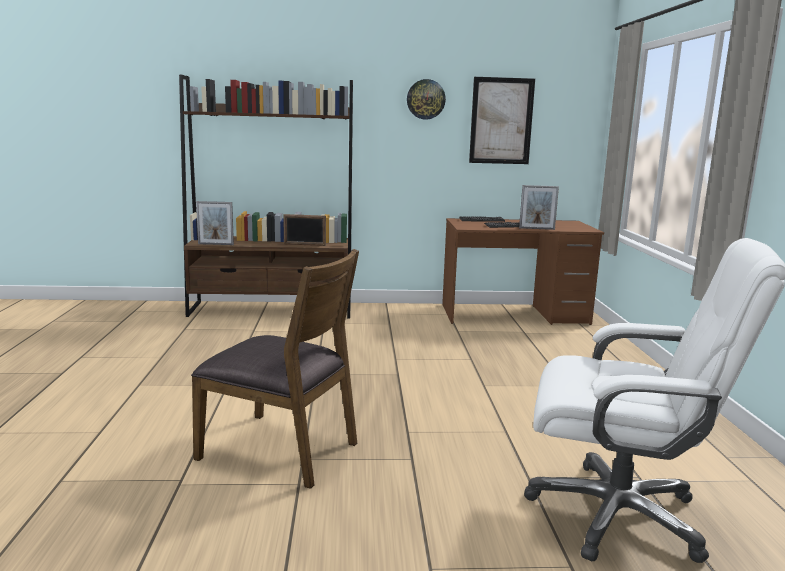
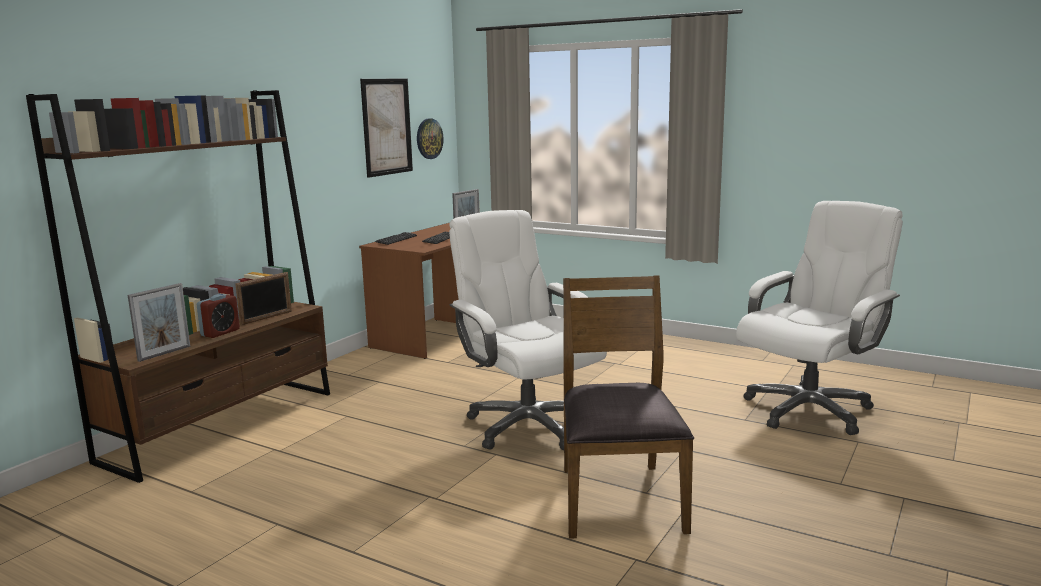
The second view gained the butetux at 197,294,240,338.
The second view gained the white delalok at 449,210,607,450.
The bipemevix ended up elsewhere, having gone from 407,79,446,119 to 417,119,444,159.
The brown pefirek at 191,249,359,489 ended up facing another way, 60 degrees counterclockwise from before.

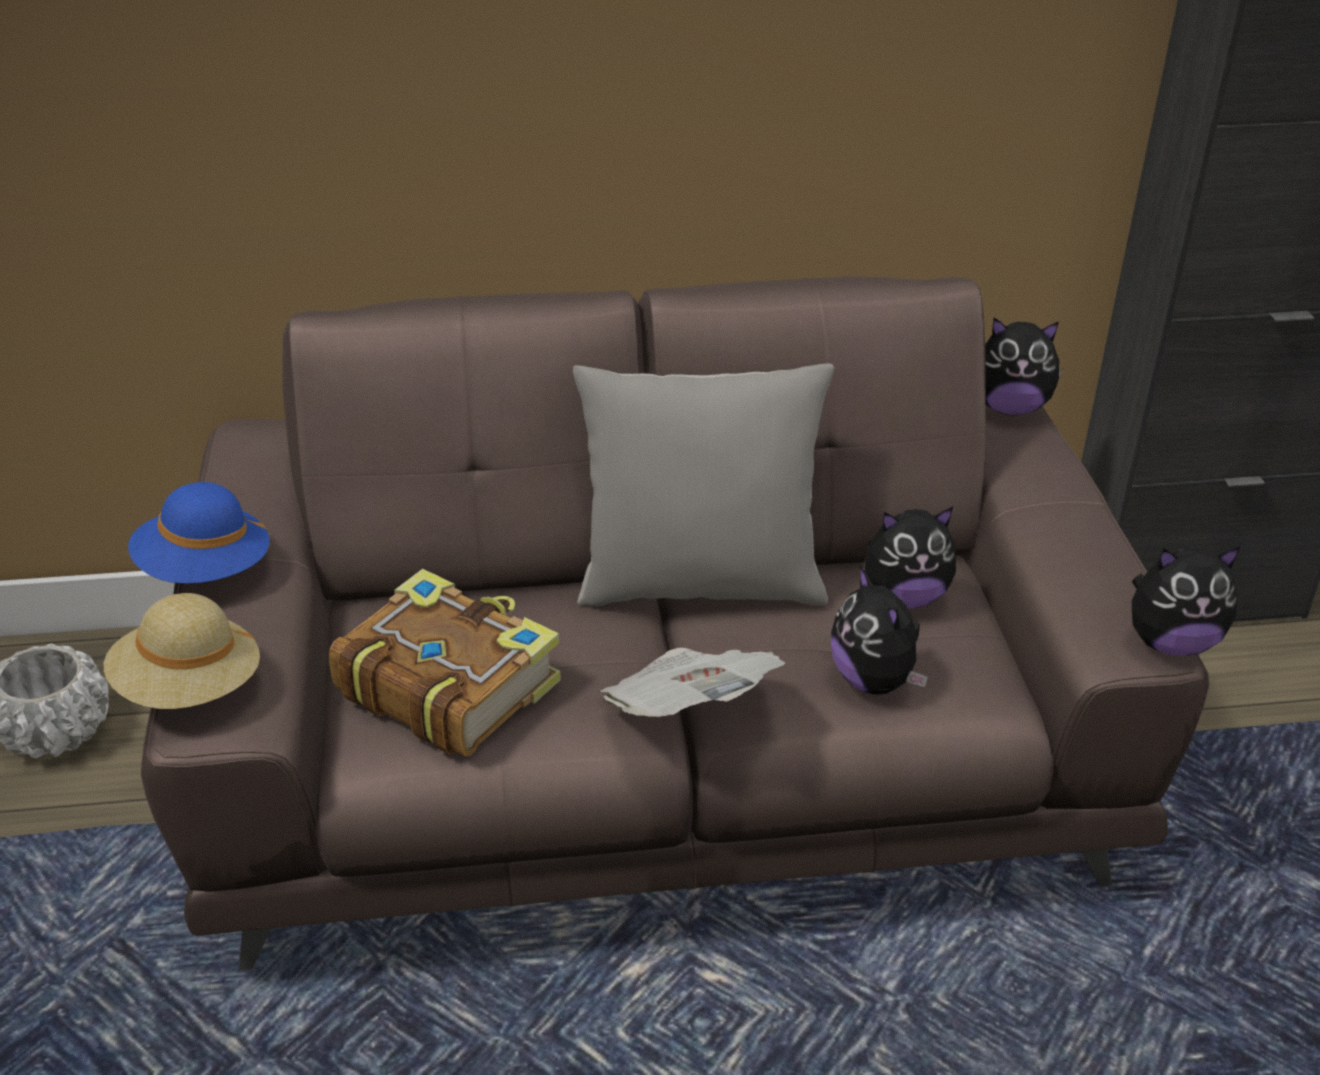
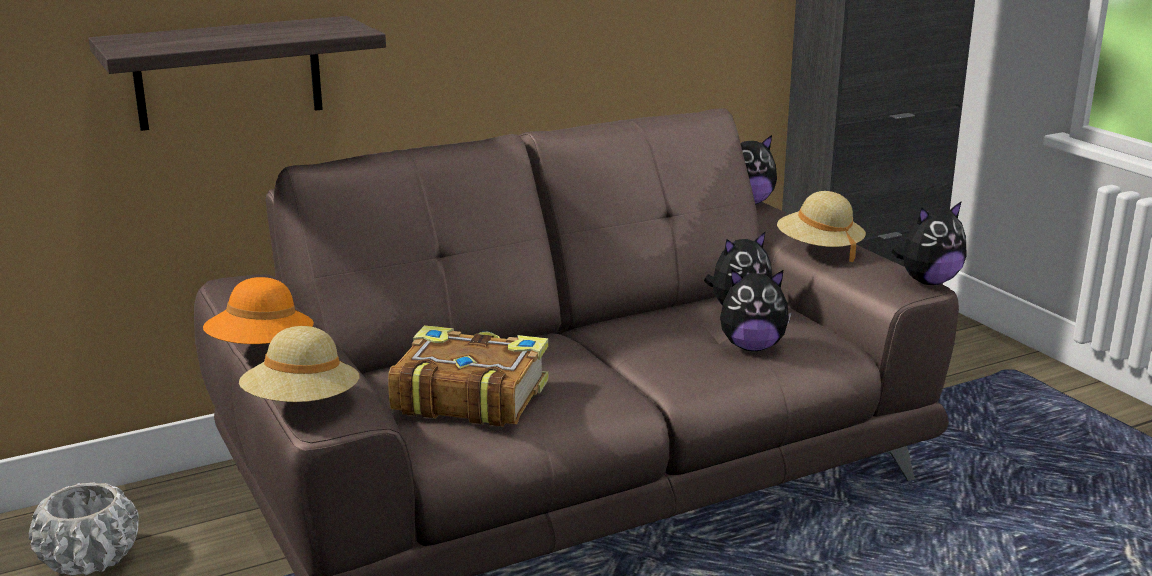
The second view lost the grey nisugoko at 573,364,834,606.
The second view lost the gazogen at 600,647,786,717.
The second view gained the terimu at 88,16,386,131.
The second view gained the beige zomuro at 777,191,866,262.
What was the blue zomuro at 128,482,271,584 turned into the orange zomuro at 203,277,314,344.
The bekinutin at 831,565,928,695 ended up facing another way, 45 degrees counterclockwise from before.

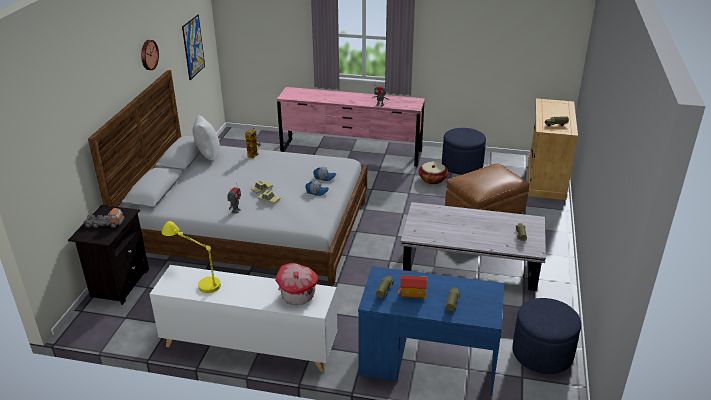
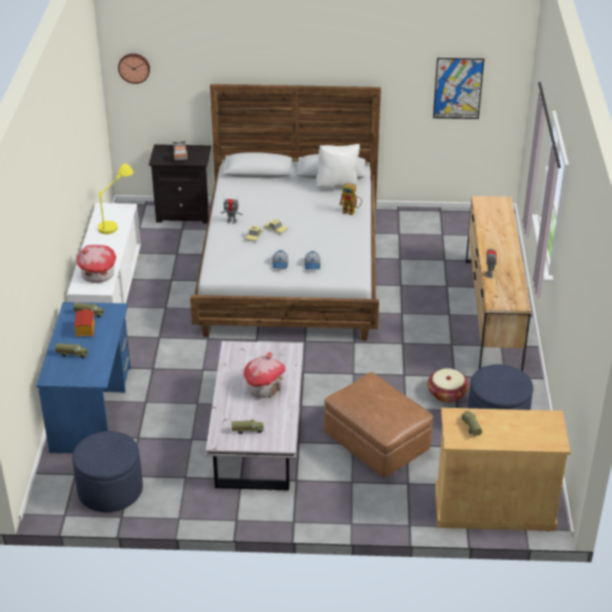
The second view gained the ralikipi at 244,352,286,398.
The bipemevix ended up elsewhere, having gone from 141,40,159,70 to 118,53,150,84.
What was the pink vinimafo at 277,87,425,166 turned into the brown vinimafo at 466,196,531,371.

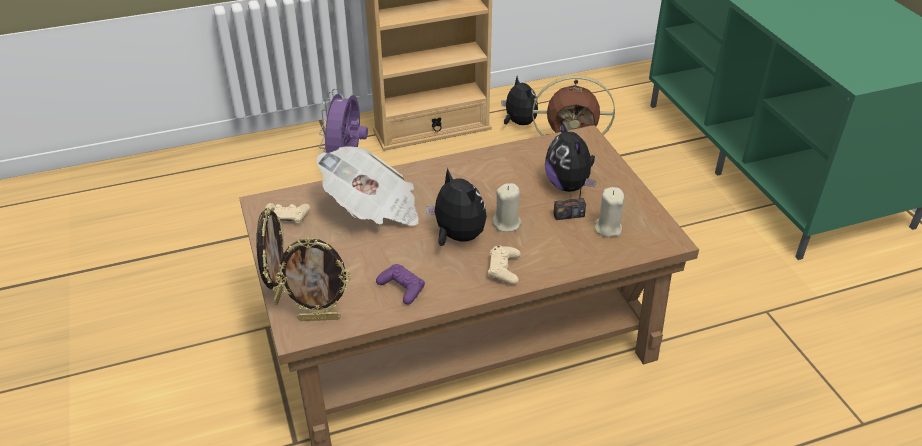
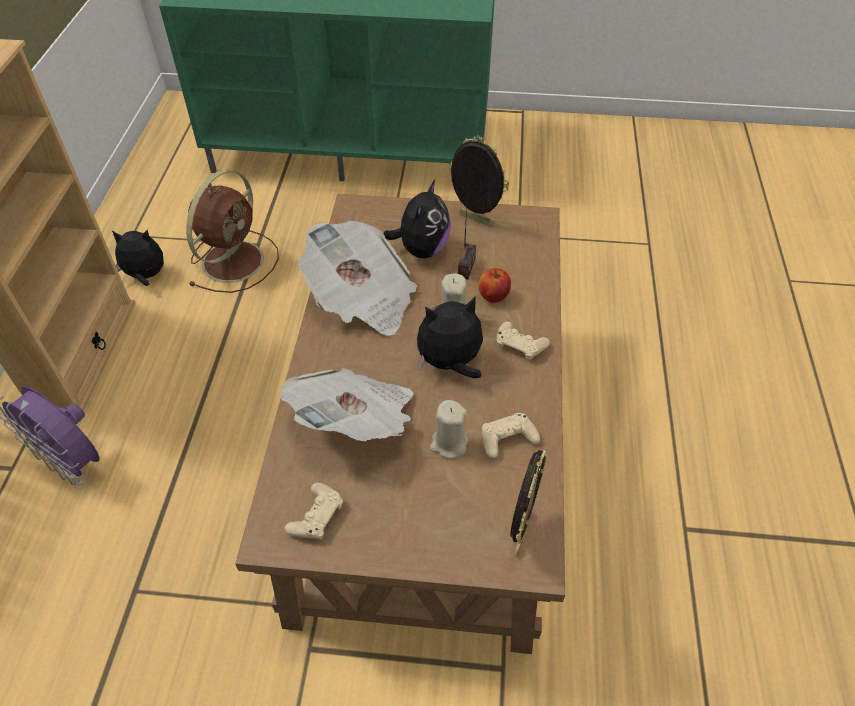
The second view gained the gazogen at 298,221,417,336.
The second view gained the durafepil at 478,268,511,303.
The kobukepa ended up elsewhere, having gone from 256,205,284,305 to 449,136,509,226.
The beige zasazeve ended up elsewhere, having gone from 595,187,624,237 to 430,400,468,459.
What was the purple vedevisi at 376,264,425,305 turned into the beige vedevisi at 481,413,540,459.
The bekinutin at 545,121,596,192 ended up facing another way, 75 degrees counterclockwise from before.

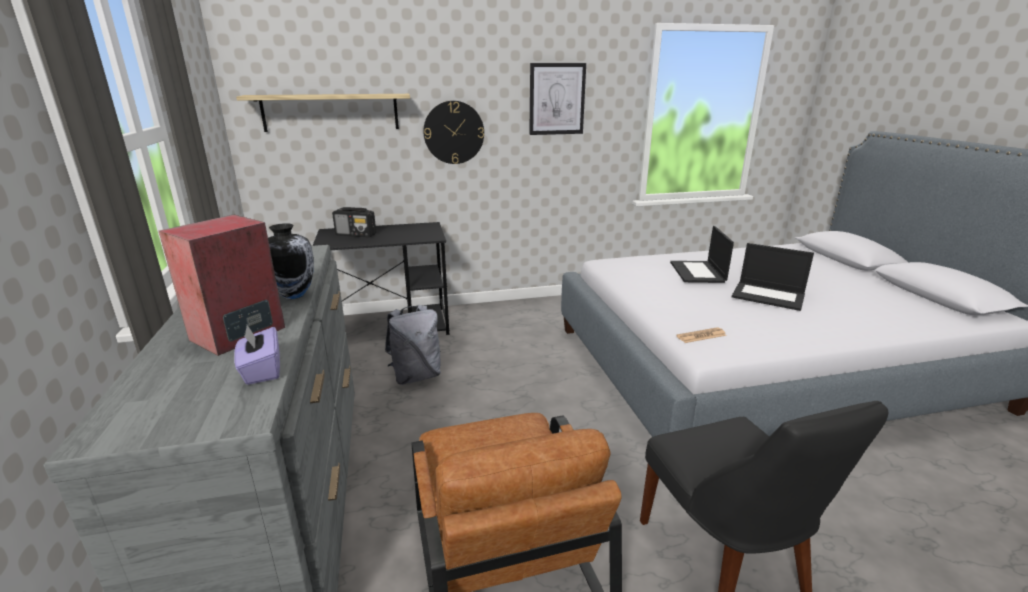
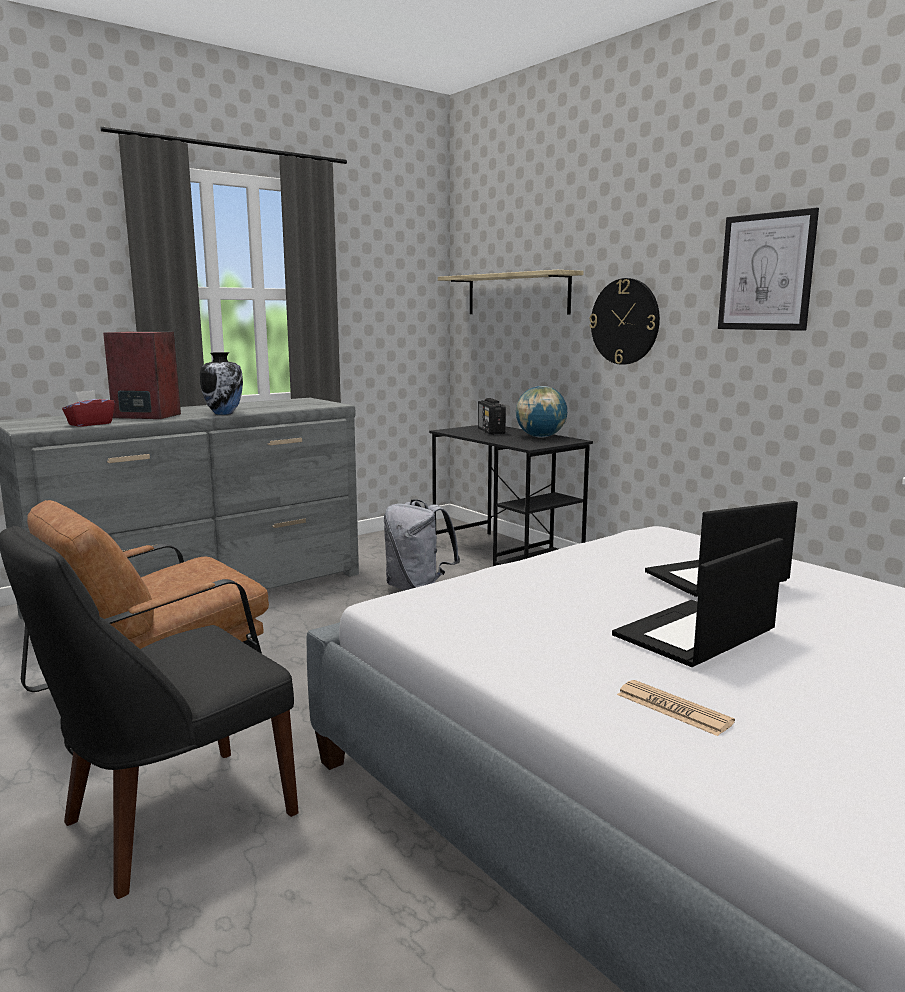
The second view gained the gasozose at 516,386,567,438.
The gazogen ended up elsewhere, having gone from 676,327,727,343 to 617,680,735,736.
What was the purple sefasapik at 234,325,280,385 turned into the red sefasapik at 62,390,115,427.
The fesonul at 732,243,814,311 ended up facing another way, 45 degrees clockwise from before.

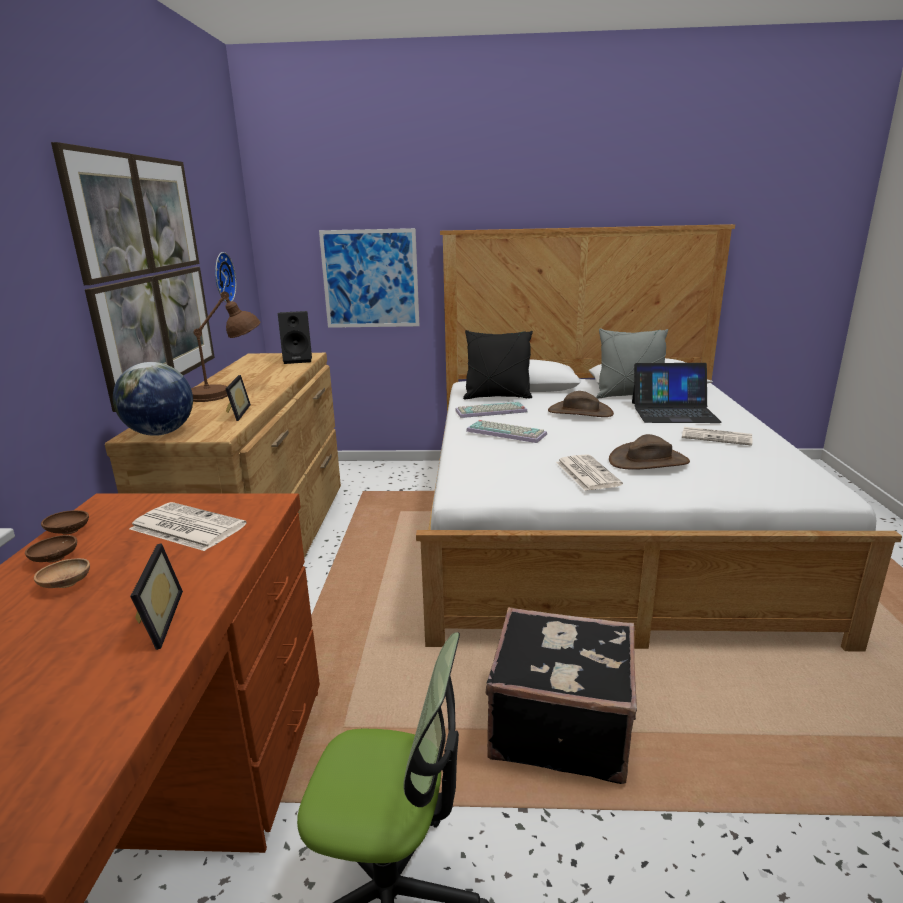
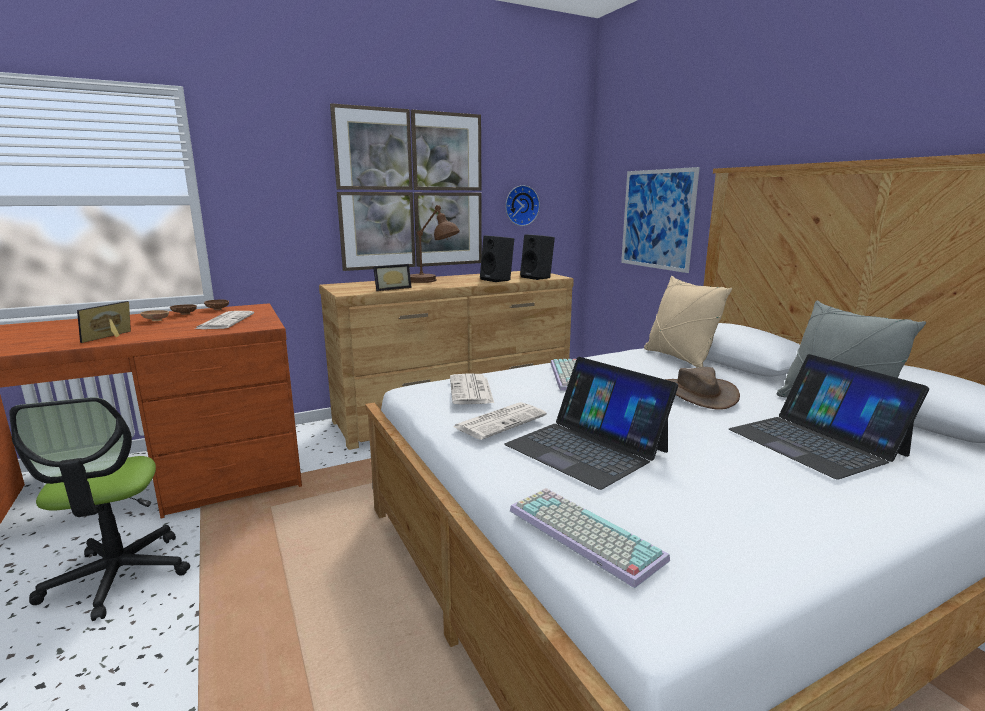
The second view lost the gasozose at 113,362,193,436.
The second view lost the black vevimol at 486,607,637,784.
The second view gained the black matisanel at 480,235,514,282.
The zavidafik ended up elsewhere, having gone from 455,402,527,418 to 510,488,670,588.
The gazogen ended up elsewhere, having gone from 682,427,752,446 to 450,373,494,404.
Where the brown zomuro stood at 609,434,690,470, the fesonul came to stand at 504,357,678,490.
What was the black nisugoko at 463,330,533,399 turned into the beige nisugoko at 644,276,732,368.
The kobukepa at 130,543,183,650 ended up facing another way, 150 degrees clockwise from before.

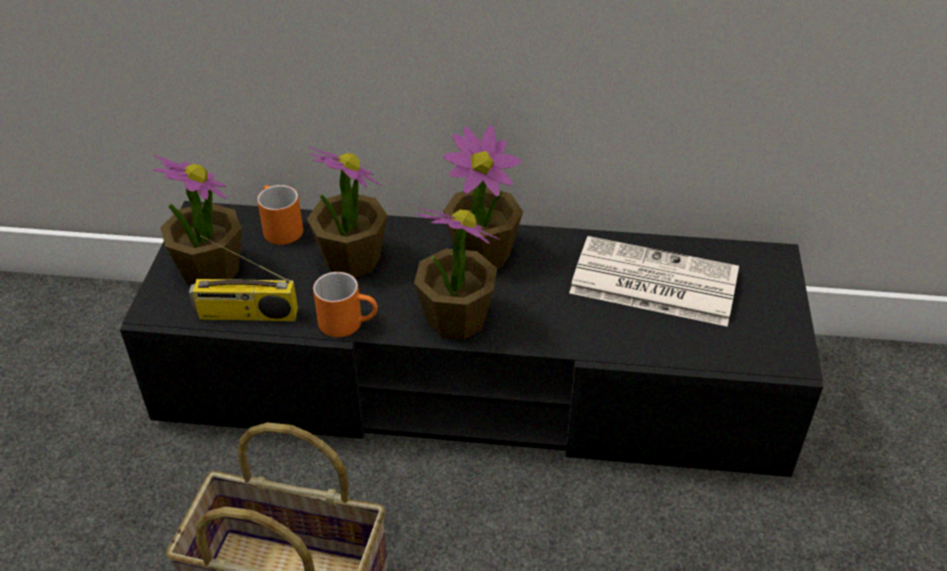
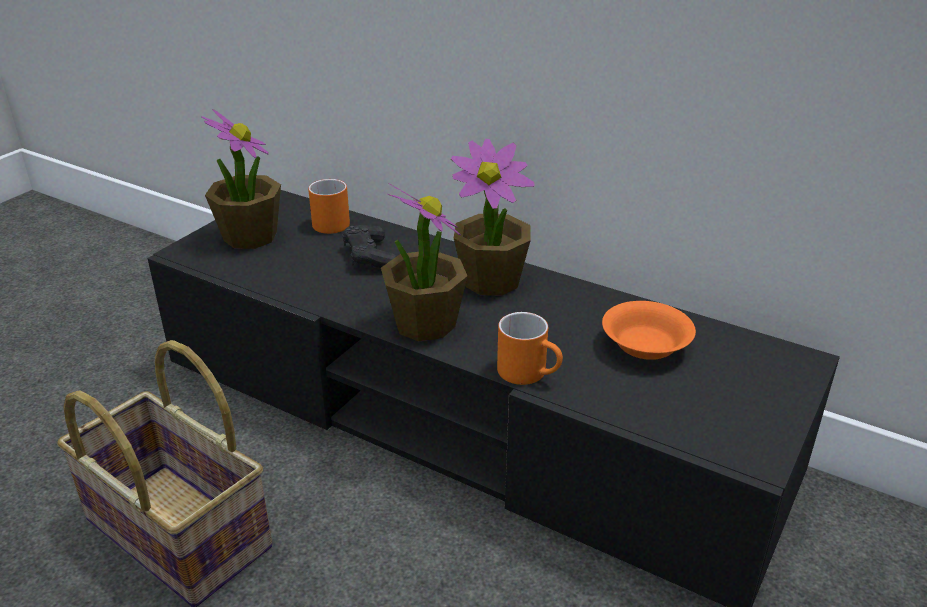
The second view lost the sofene at 189,235,298,321.
The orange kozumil ended up elsewhere, having gone from 313,272,378,337 to 497,312,563,385.
Where the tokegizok stood at 307,146,388,278, the black vedevisi came to stand at 343,225,397,268.
Where the gazogen stood at 569,236,739,327, the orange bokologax came to stand at 602,301,696,360.

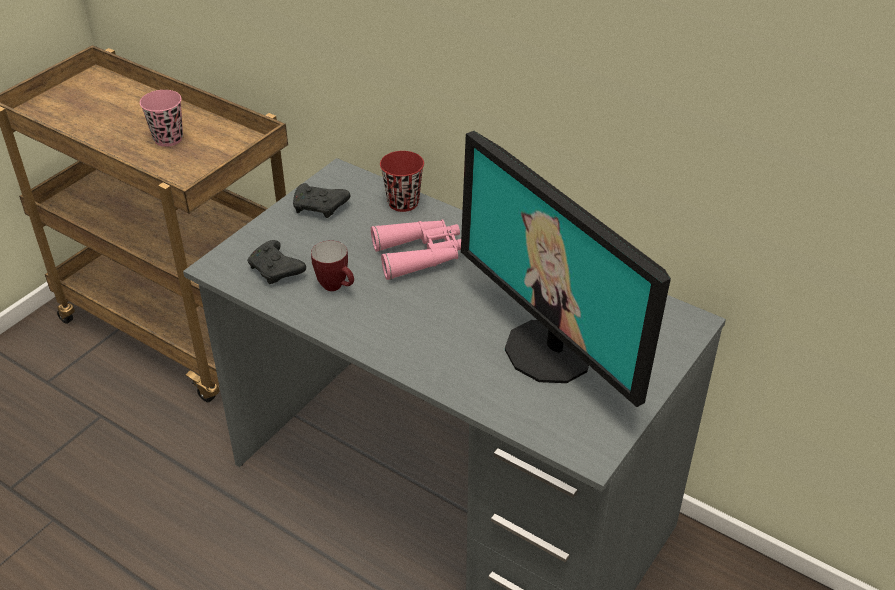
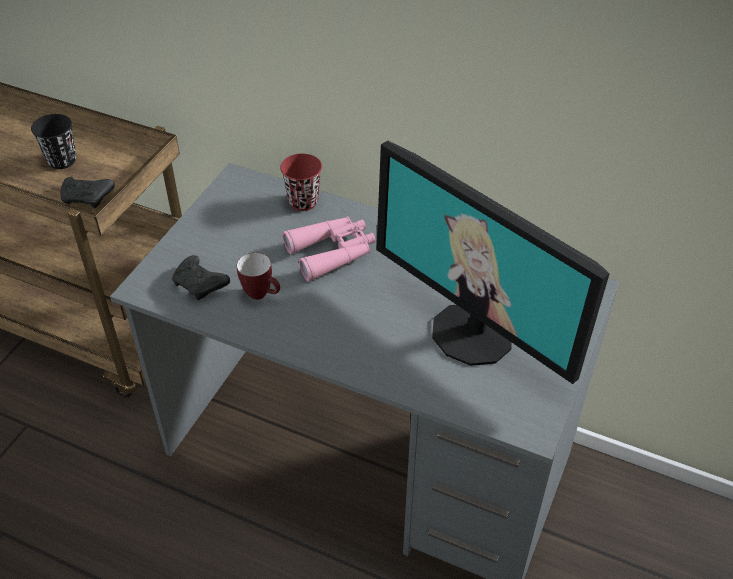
The black vedevisi ended up elsewhere, having gone from 293,183,351,218 to 61,177,115,208.
What was the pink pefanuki at 140,90,183,147 turned into the black pefanuki at 31,114,76,169.

